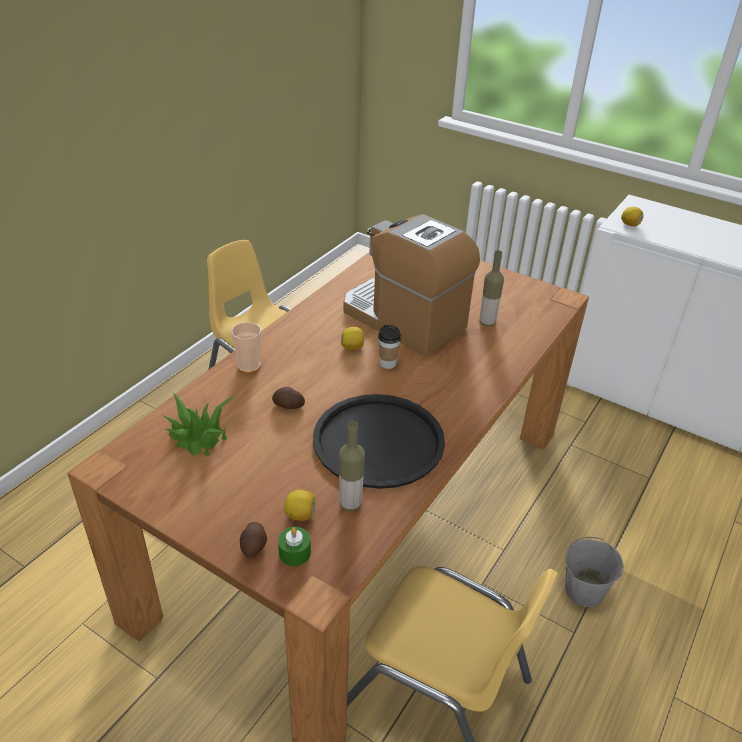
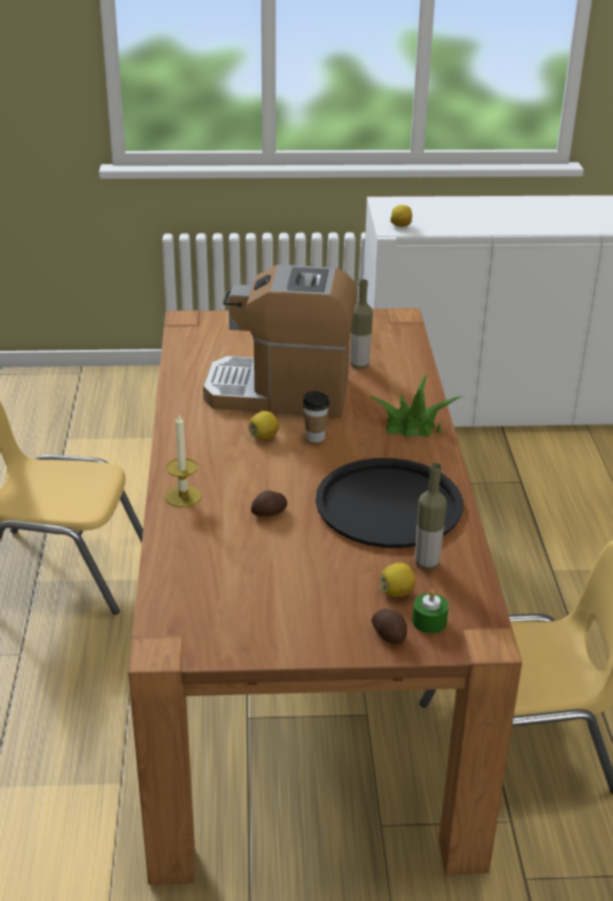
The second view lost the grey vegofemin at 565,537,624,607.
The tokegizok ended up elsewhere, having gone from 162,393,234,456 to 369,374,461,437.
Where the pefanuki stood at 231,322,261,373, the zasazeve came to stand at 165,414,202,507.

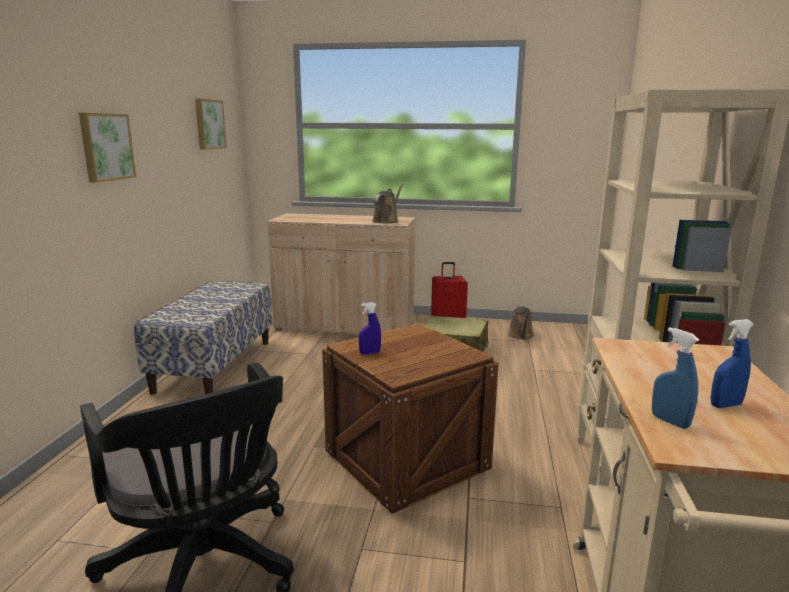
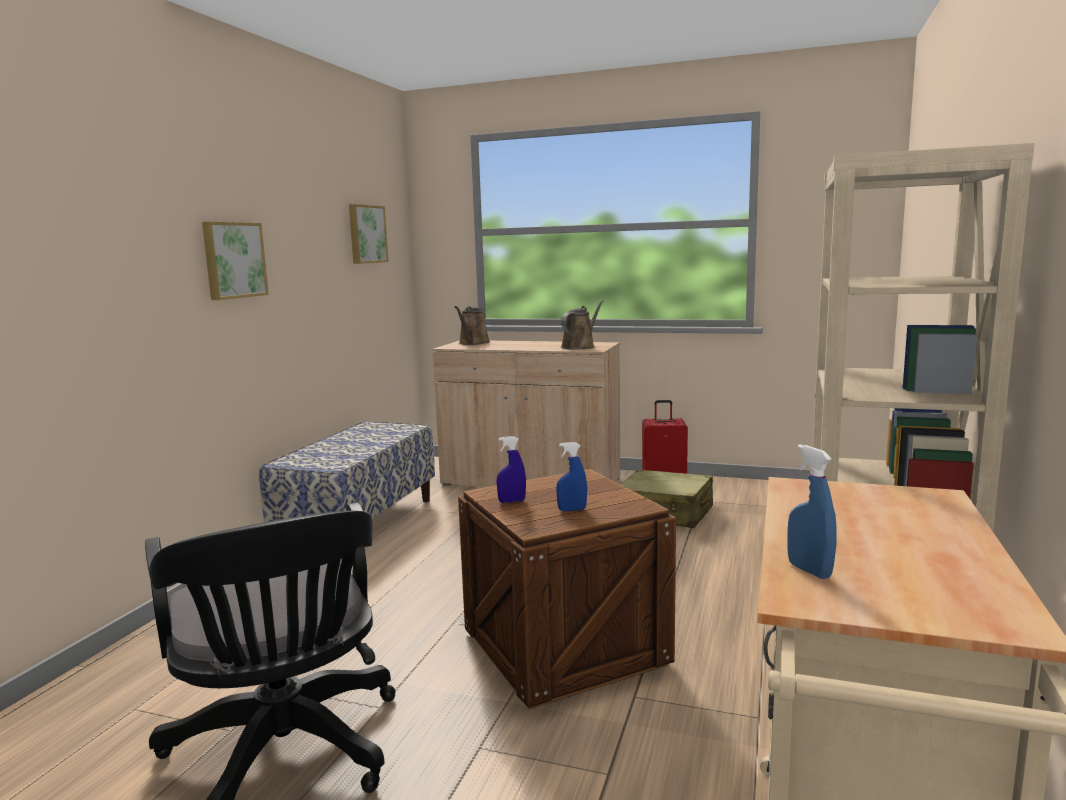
The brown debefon ended up elsewhere, having gone from 508,305,534,340 to 455,306,490,345.
The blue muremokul ended up elsewhere, having gone from 711,319,754,408 to 556,442,587,511.

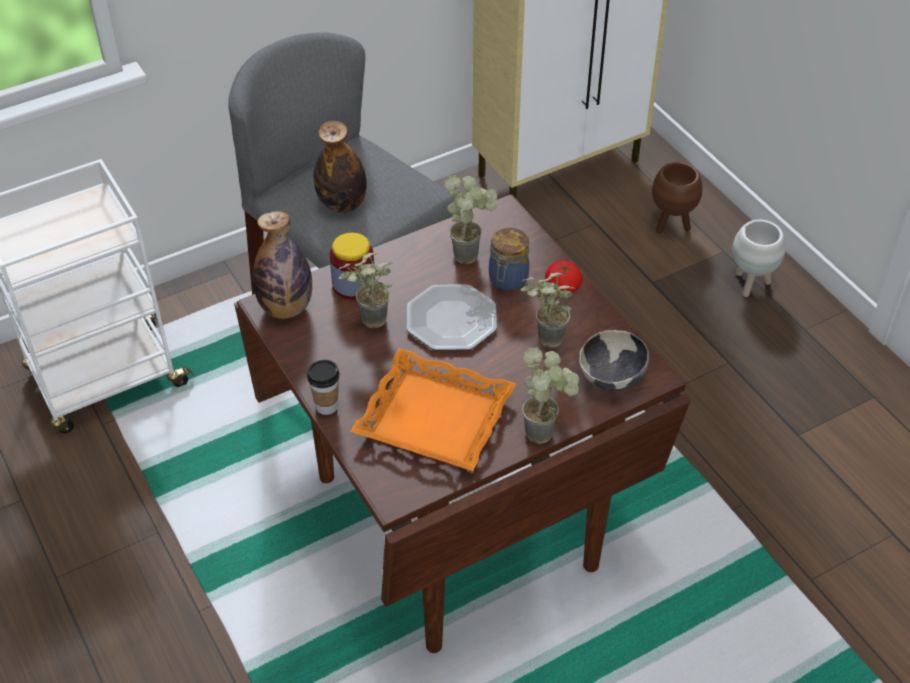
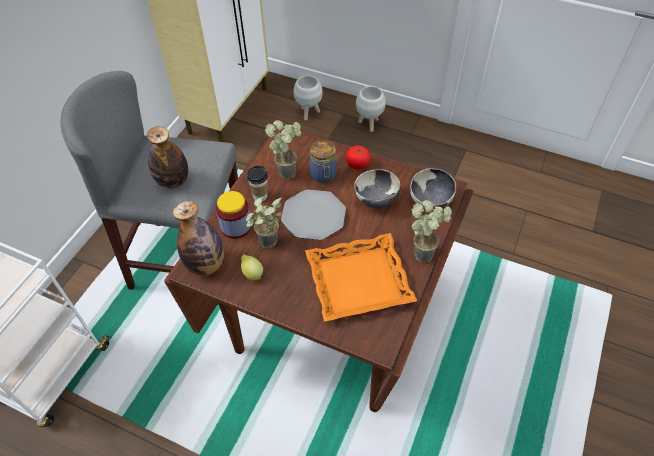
The second view gained the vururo at 241,254,263,281.
The pefanuki ended up elsewhere, having gone from 307,360,340,415 to 247,165,268,201.
Where the tokegizok stood at 520,272,576,348, the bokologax came to stand at 354,169,401,208.
What was the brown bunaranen at 652,162,702,233 turned into the white bunaranen at 293,75,323,120.

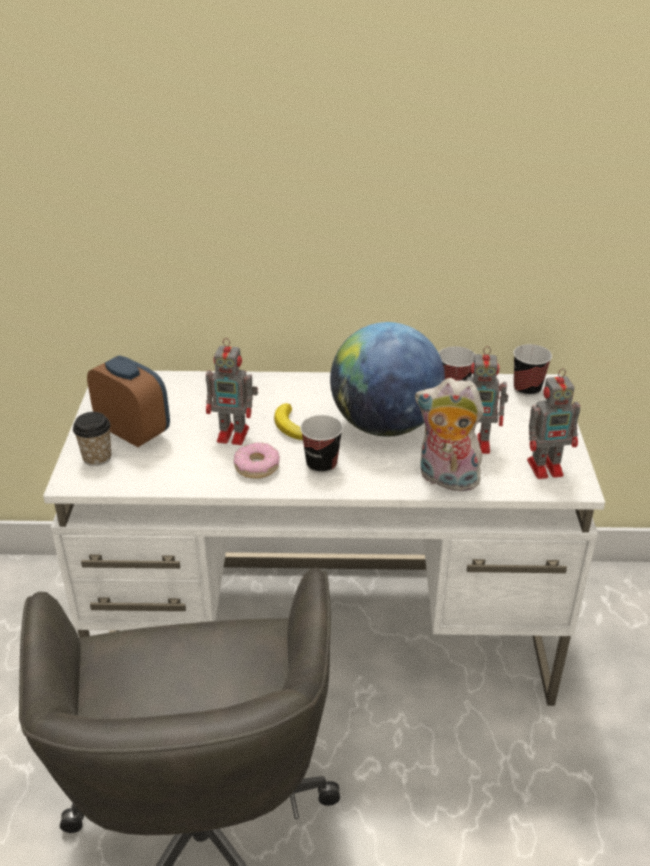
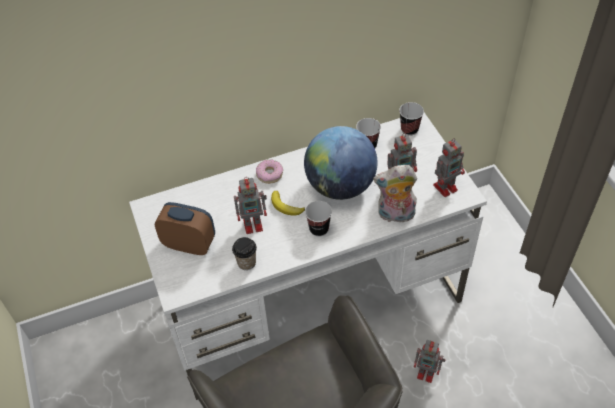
The second view gained the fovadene at 414,340,445,383.
The pefanuki ended up elsewhere, having gone from 73,412,111,466 to 232,237,257,270.
The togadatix ended up elsewhere, having gone from 234,442,280,478 to 256,159,283,184.

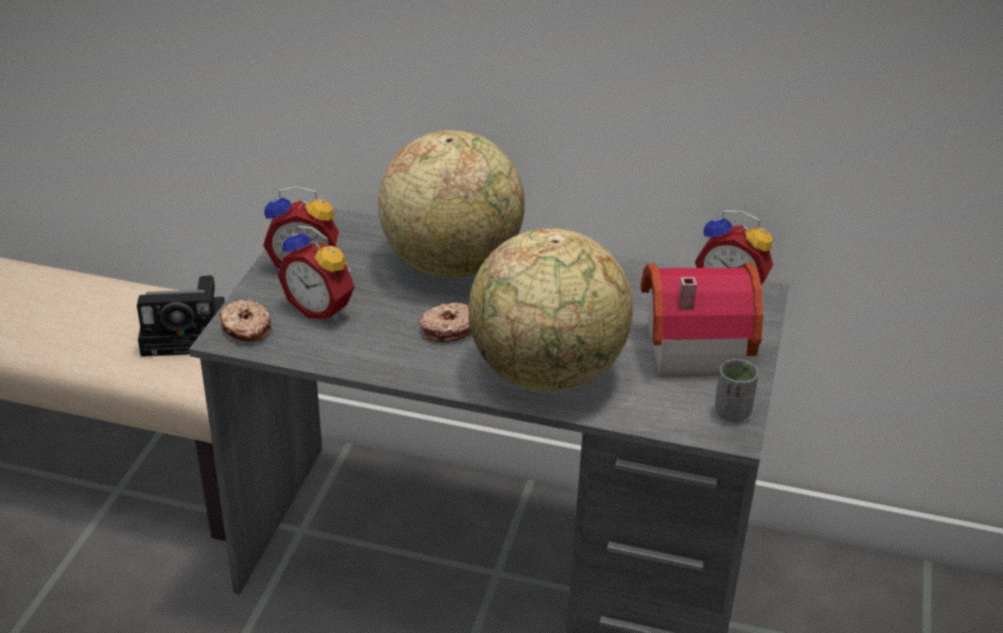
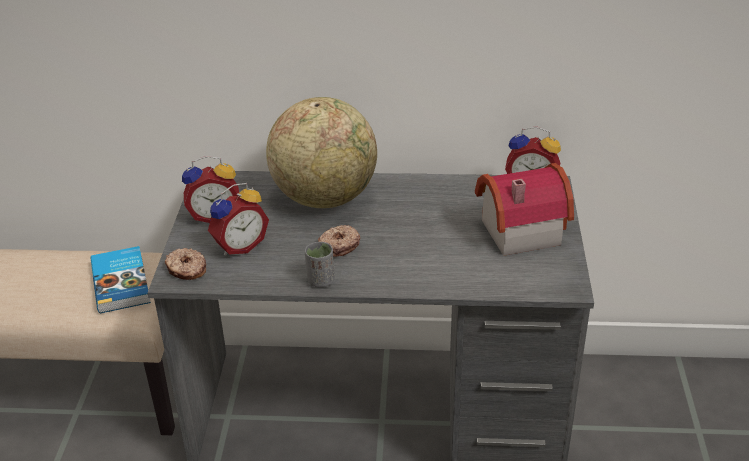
The second view lost the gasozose at 468,228,633,392.
The grey pefanuki ended up elsewhere, having gone from 715,359,758,422 to 305,242,335,288.
Where the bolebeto stood at 137,275,225,357, the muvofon came to stand at 91,246,151,313.
The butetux at 278,226,355,320 ended up facing another way, 60 degrees counterclockwise from before.

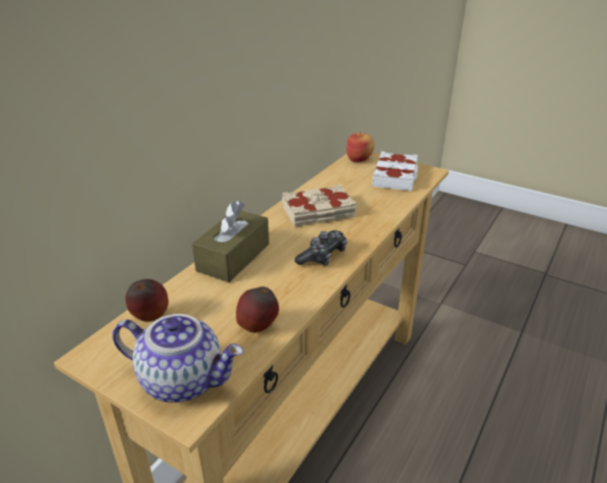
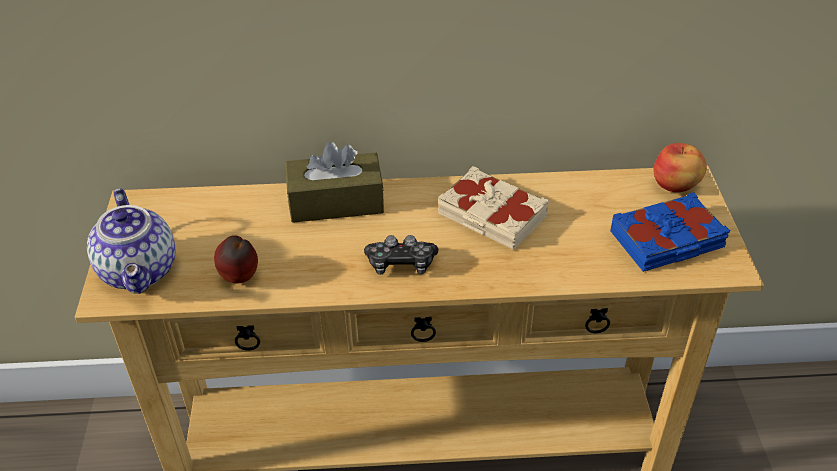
The second view lost the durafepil at 125,279,169,322.
What was the white muvofon at 372,151,418,191 turned into the blue muvofon at 610,192,730,272.

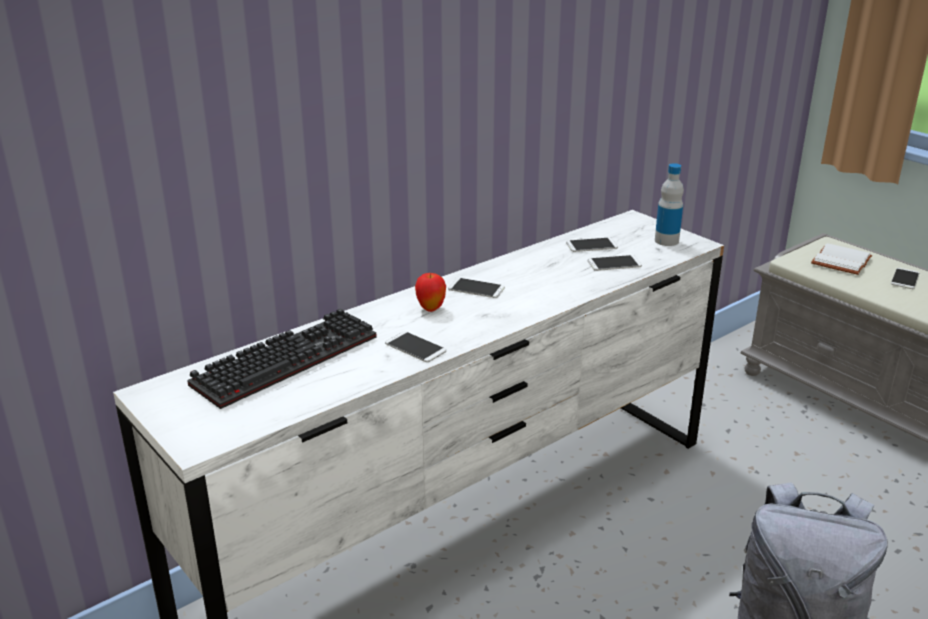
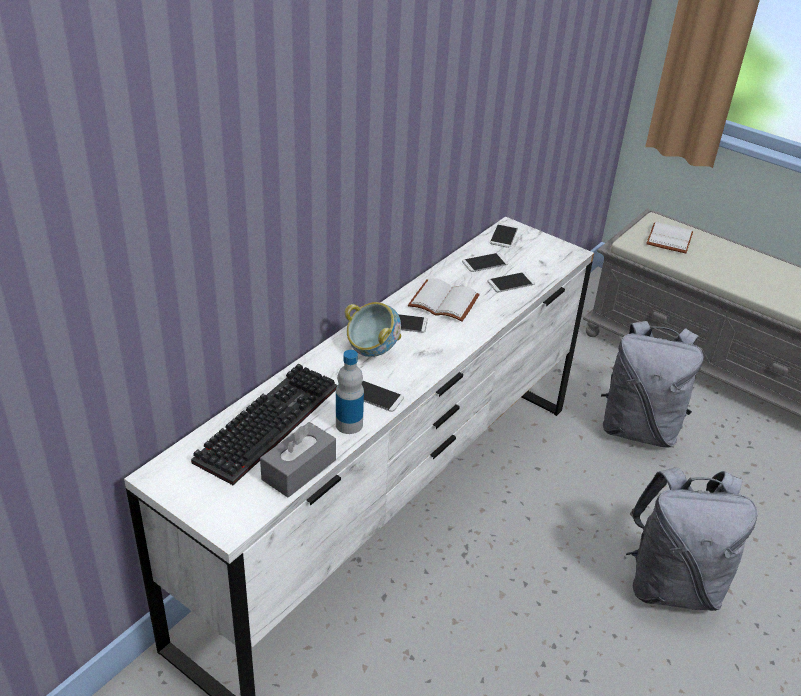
The second view gained the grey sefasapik at 260,422,336,498.
The second view gained the white muvofon at 408,278,480,322.
The second view gained the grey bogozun at 601,321,704,448.
The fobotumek ended up elsewhere, having gone from 655,163,684,246 to 336,350,364,434.
The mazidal ended up elsewhere, having gone from 891,268,919,289 to 490,224,518,248.
Where the durafepil stood at 415,273,446,312, the bokologax came to stand at 345,302,401,357.

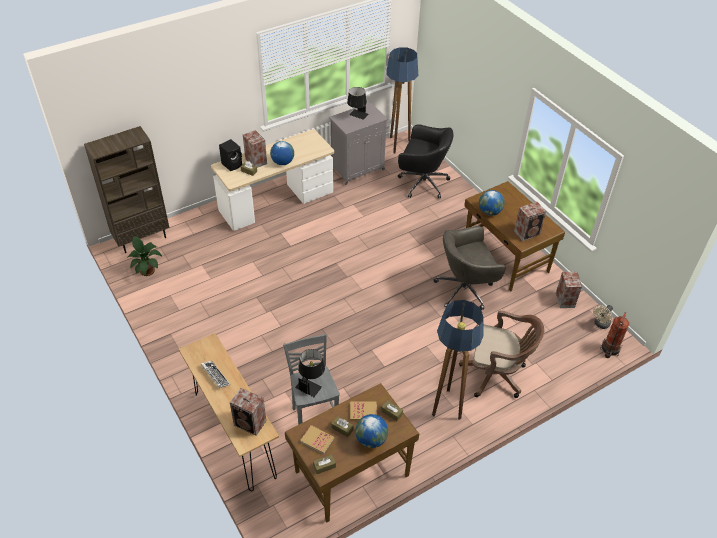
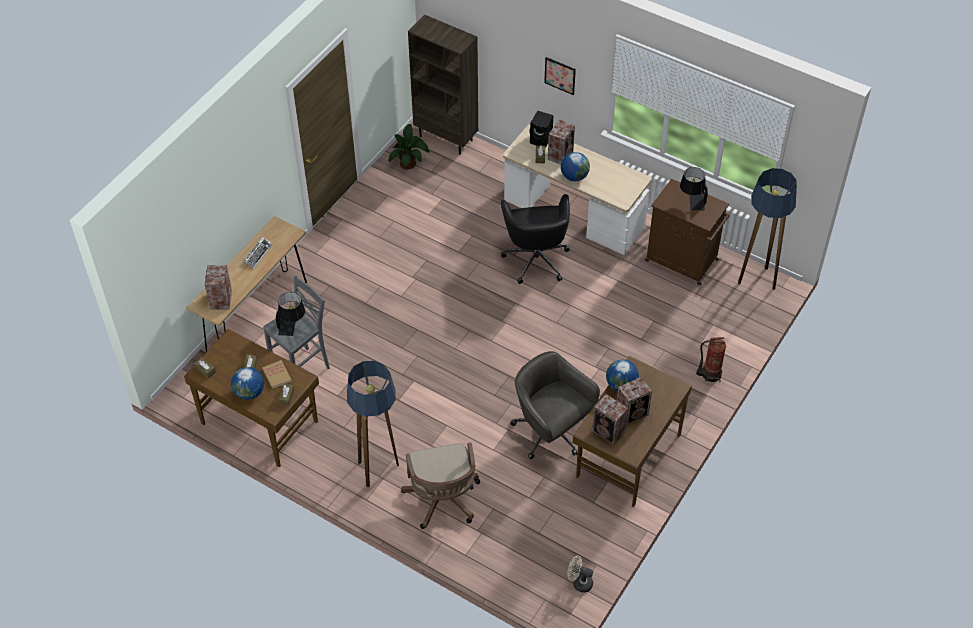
The second view lost the muvofon at 300,425,334,455.
The second view gained the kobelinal at 544,57,576,95.
The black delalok ended up elsewhere, having gone from 398,124,453,199 to 501,194,570,284.
The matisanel ended up elsewhere, having gone from 556,272,582,308 to 617,377,652,425.
The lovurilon ended up elsewhere, having gone from 600,312,629,358 to 696,337,726,382.
What was the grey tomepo at 329,103,389,185 turned into the brown tomepo at 645,179,730,285.

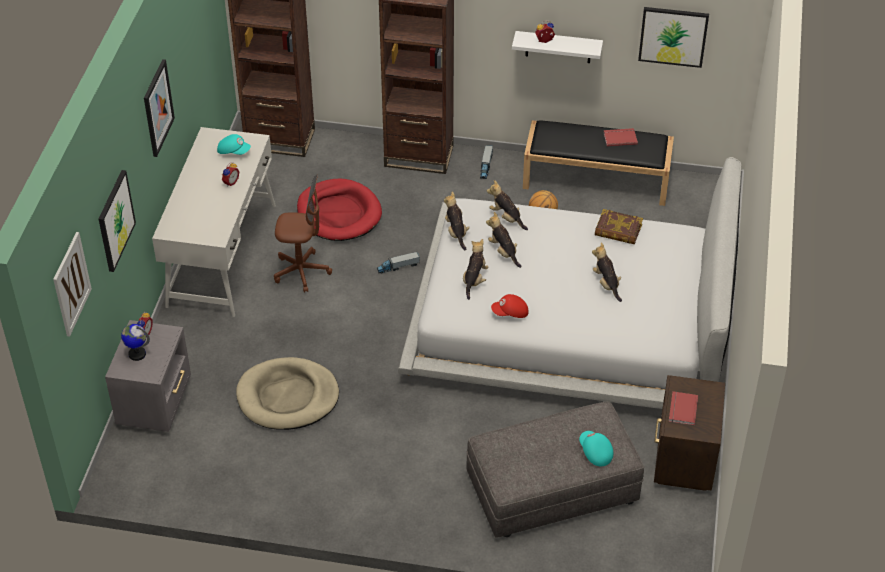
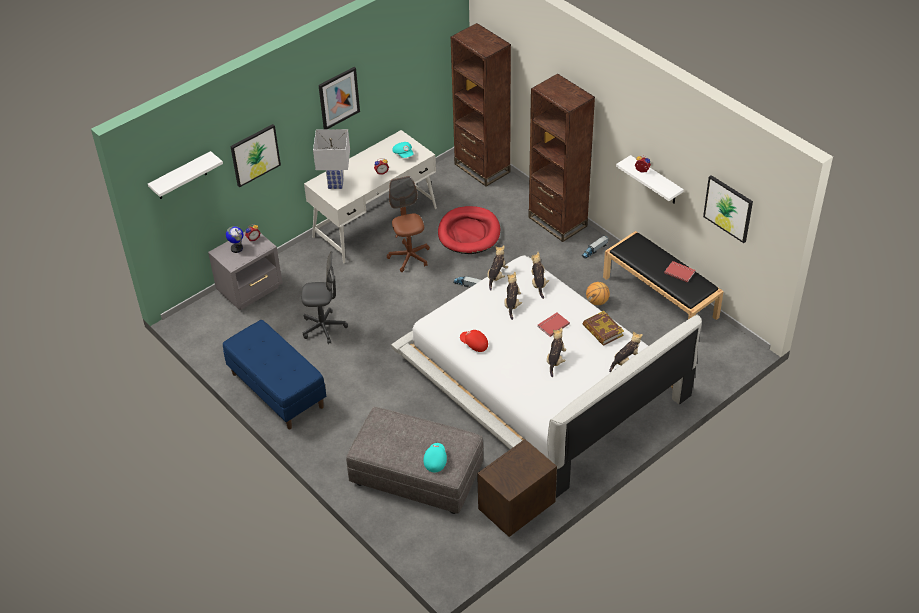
The second view gained the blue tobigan at 223,320,326,429.
The second view gained the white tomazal at 313,129,350,189.
The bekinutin ended up elsewhere, having gone from 463,239,488,300 to 609,331,643,372.
The red muvofon ended up elsewhere, having gone from 669,391,698,425 to 538,313,570,337.
Where the kobelinal hung at 53,232,92,337, the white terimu came to hang at 148,151,223,199.
Where the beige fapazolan stood at 236,357,339,430, the grey delalok came to stand at 301,251,348,344.
The brown delalok at 274,174,332,293 ended up facing another way, 150 degrees counterclockwise from before.

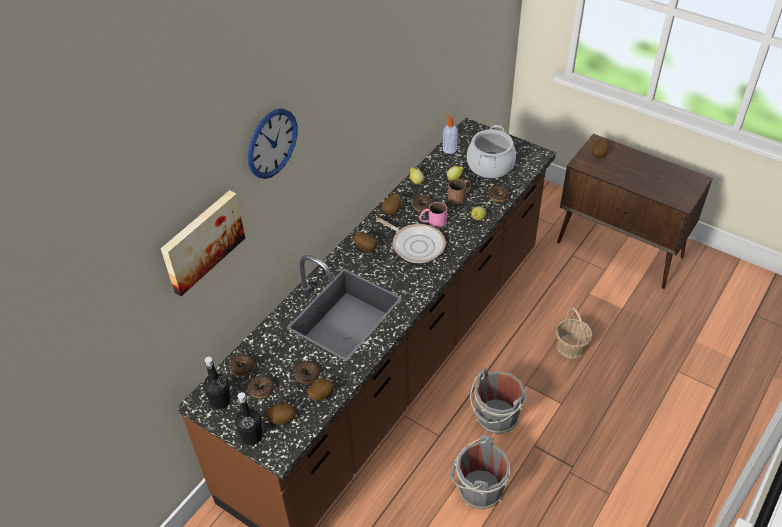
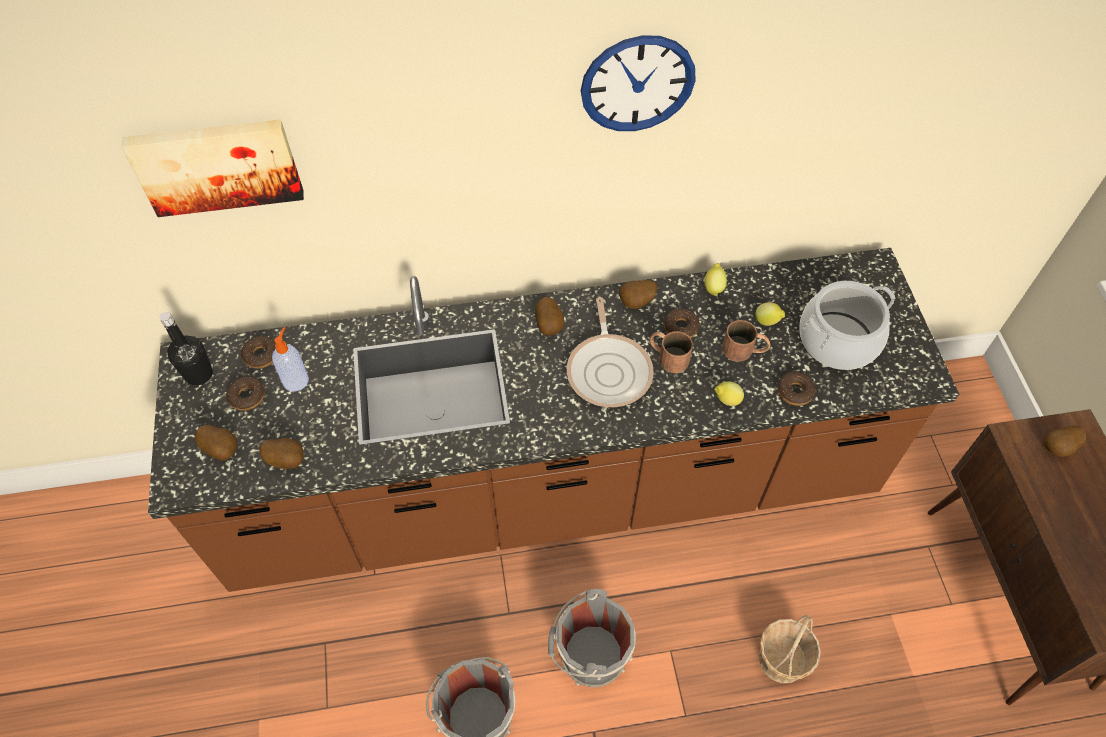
The second view lost the black fobotumek at 235,392,262,445.
The second view lost the togadatix at 294,361,320,384.
The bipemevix ended up elsewhere, having gone from 248,108,297,179 to 581,35,696,131.
The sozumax ended up elsewhere, having gone from 443,114,458,154 to 272,327,309,391.
What was the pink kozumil at 420,202,447,227 turned into the brown kozumil at 650,331,693,373.

